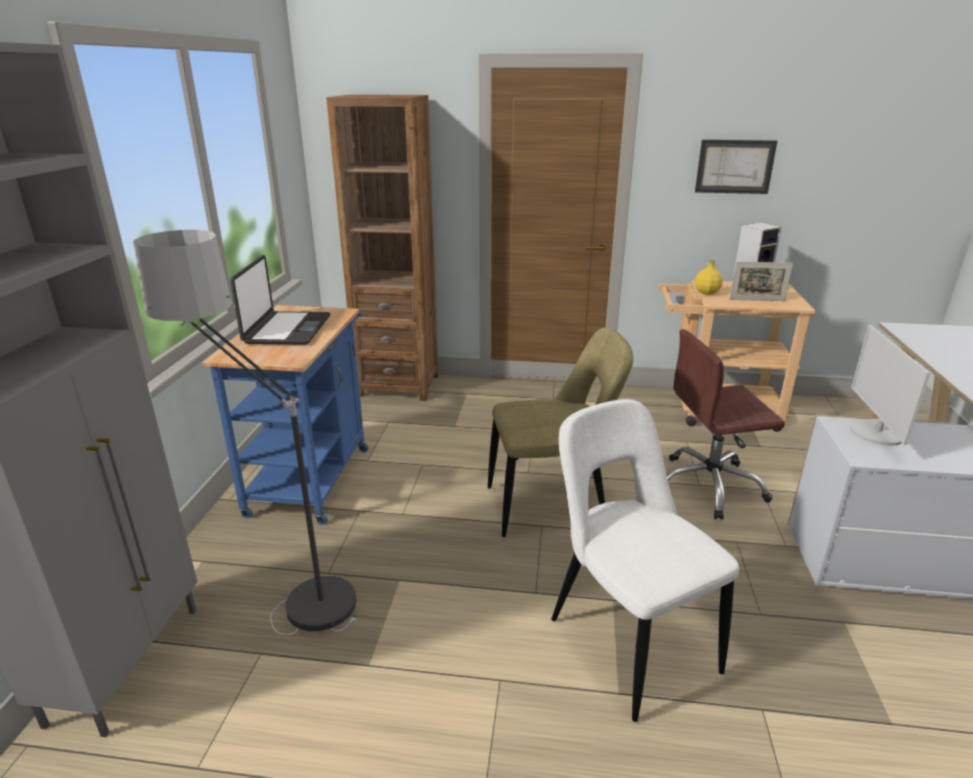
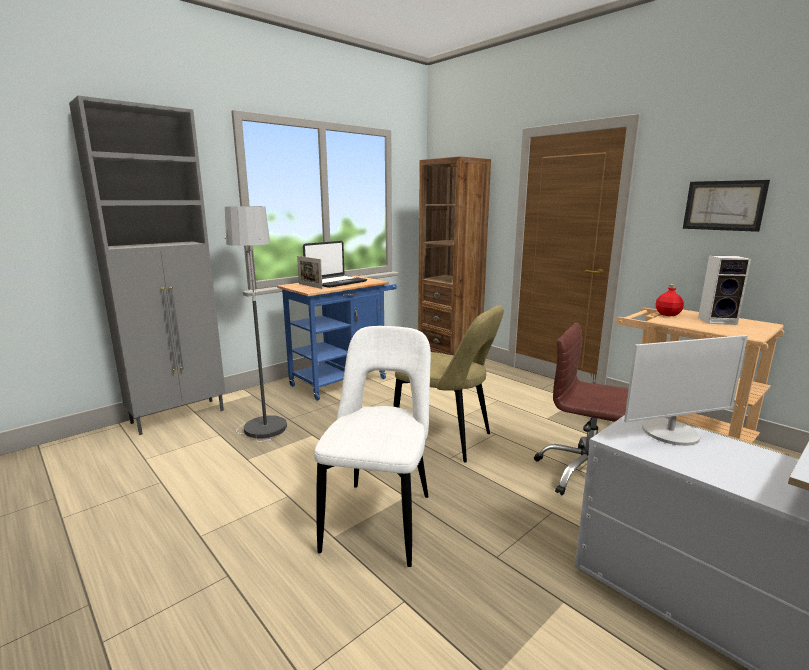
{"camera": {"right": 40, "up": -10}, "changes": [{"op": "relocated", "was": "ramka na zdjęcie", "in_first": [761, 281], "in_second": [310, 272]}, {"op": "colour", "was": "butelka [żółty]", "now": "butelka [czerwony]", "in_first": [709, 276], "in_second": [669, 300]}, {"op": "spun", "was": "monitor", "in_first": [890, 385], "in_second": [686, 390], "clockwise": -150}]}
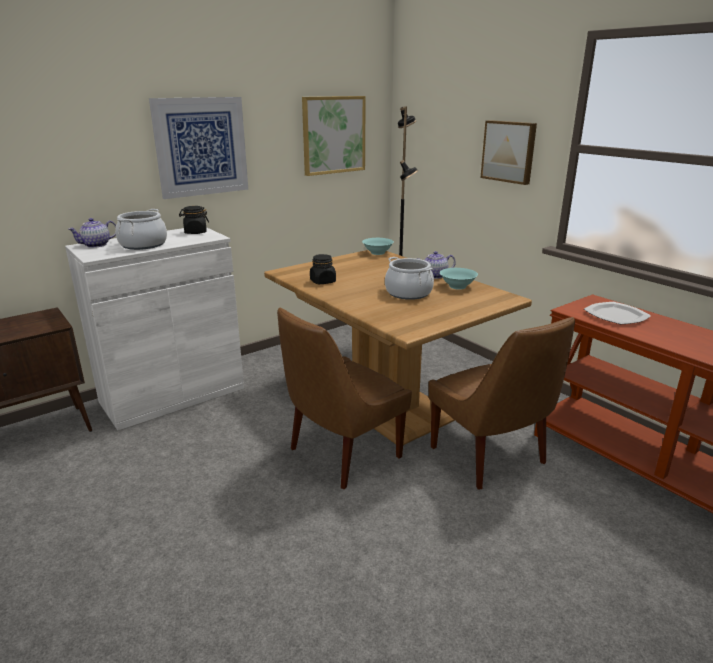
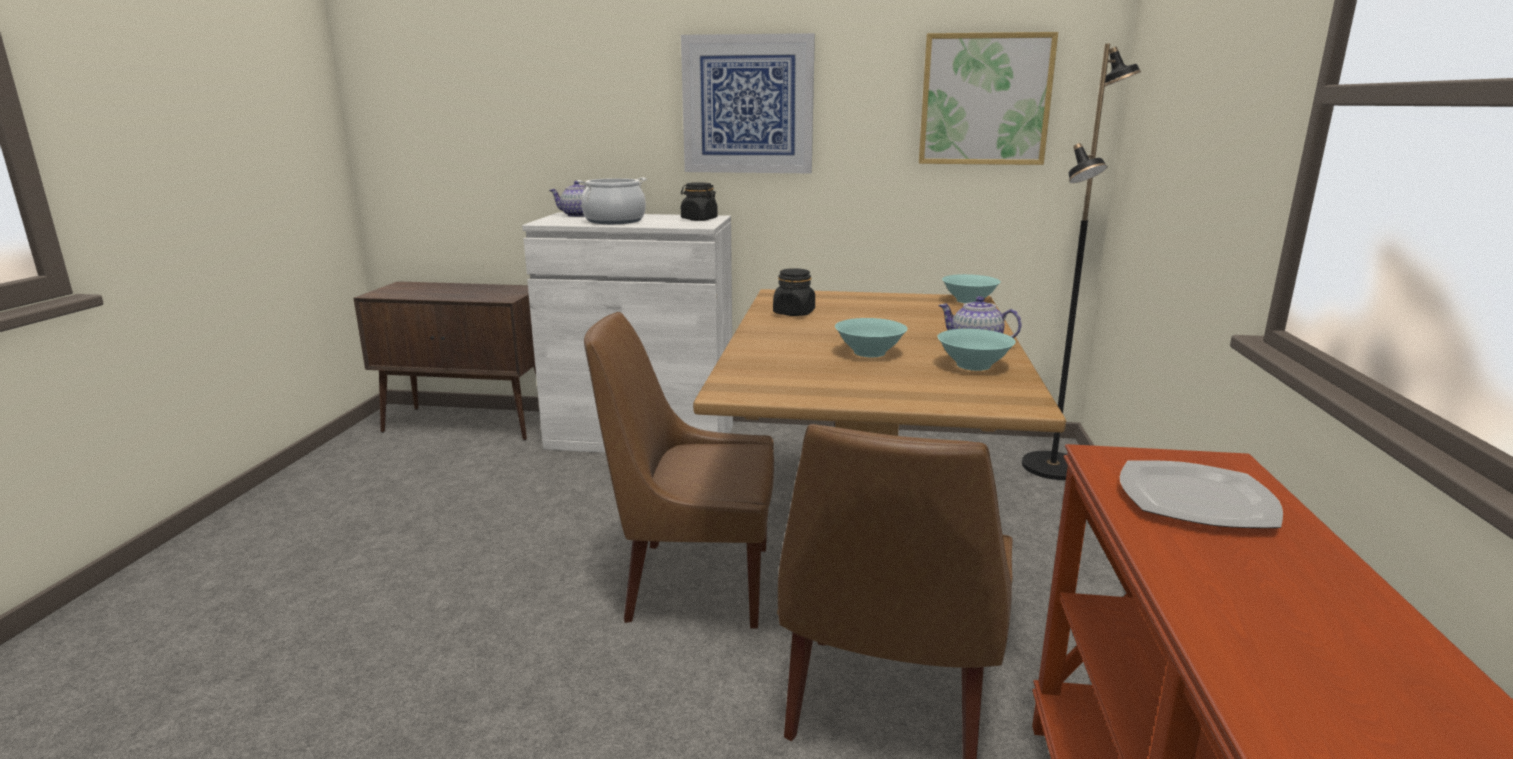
{"camera": {"right": 45, "up": -5}, "changes": [{"op": "missing", "was": "obraz", "in_first": [508, 152]}, {"op": "exchanged", "was": "garnek", "now": "miska [turkusowy]", "in_first": [409, 278], "in_second": [871, 337]}]}
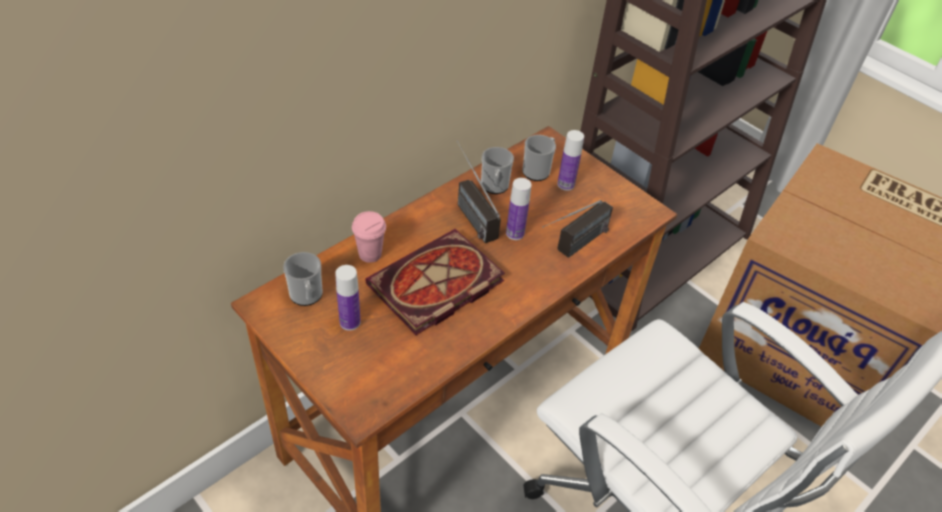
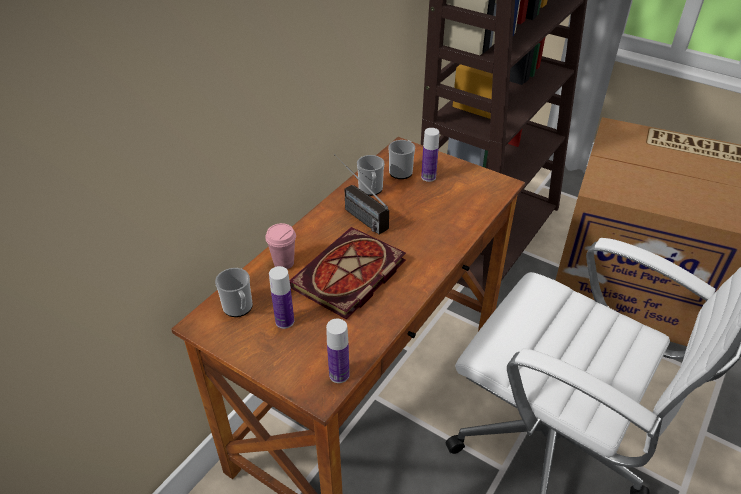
{"camera": {"right": -10, "up": -5}, "changes": [{"op": "missing", "was": "radio", "in_first": [577, 229]}, {"op": "relocated", "was": "butelka", "in_first": [519, 209], "in_second": [338, 351]}]}
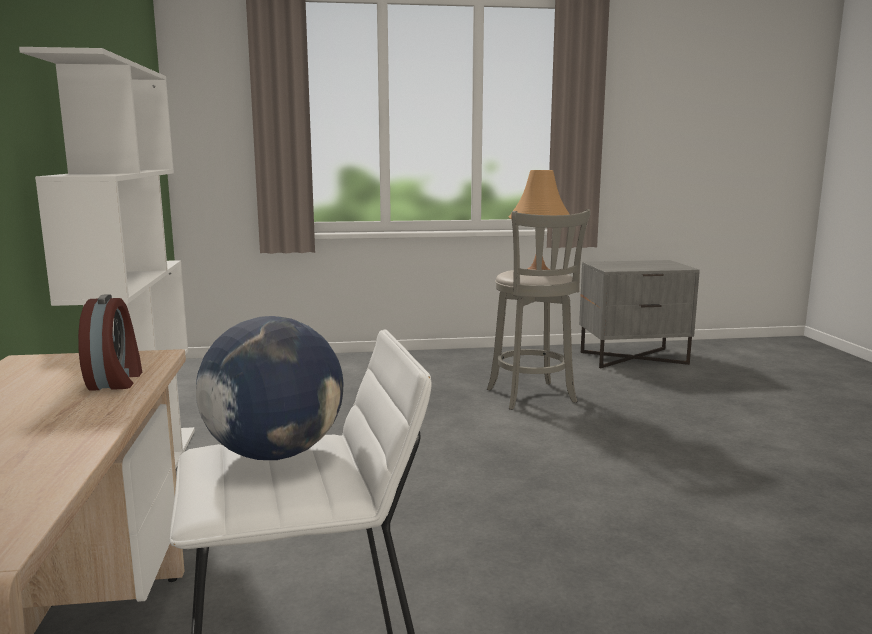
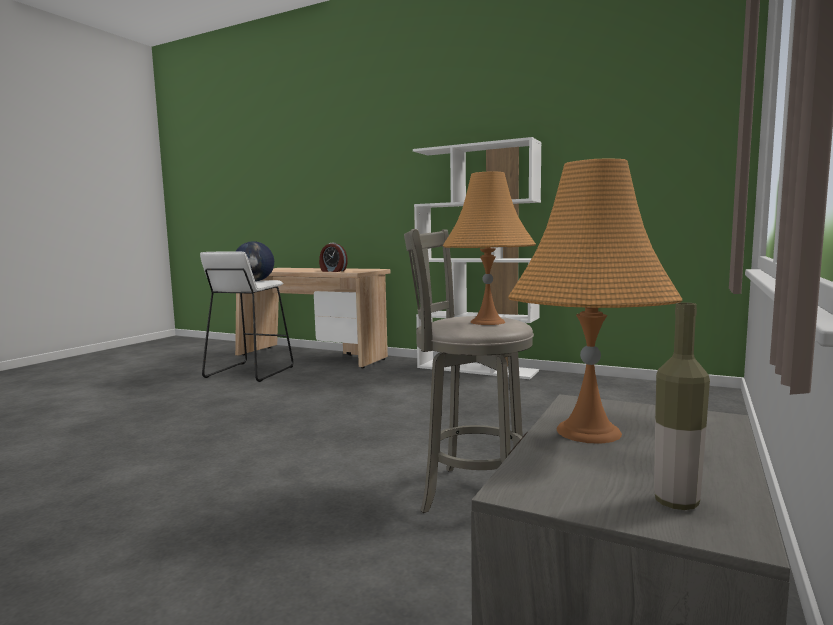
{"camera": {"right": 125, "up": -5}, "changes": [{"op": "appeared", "now": "lampa stołowa [pomarańczowy]", "in_second": [595, 301]}, {"op": "appeared", "now": "butelka", "in_second": [682, 406]}]}
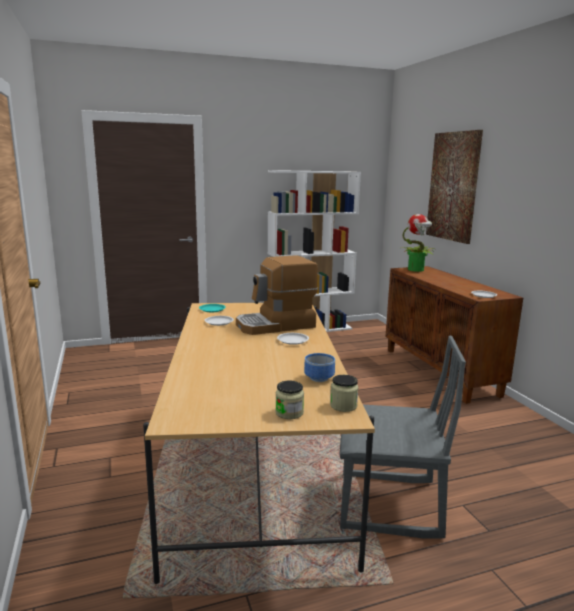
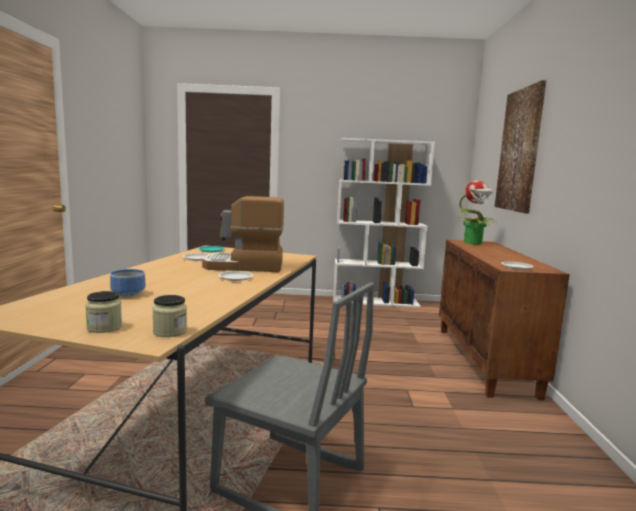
{"camera": {"right": 20, "up": -5}, "changes": [{"op": "relocated", "was": "miska", "in_first": [319, 367], "in_second": [128, 283]}]}
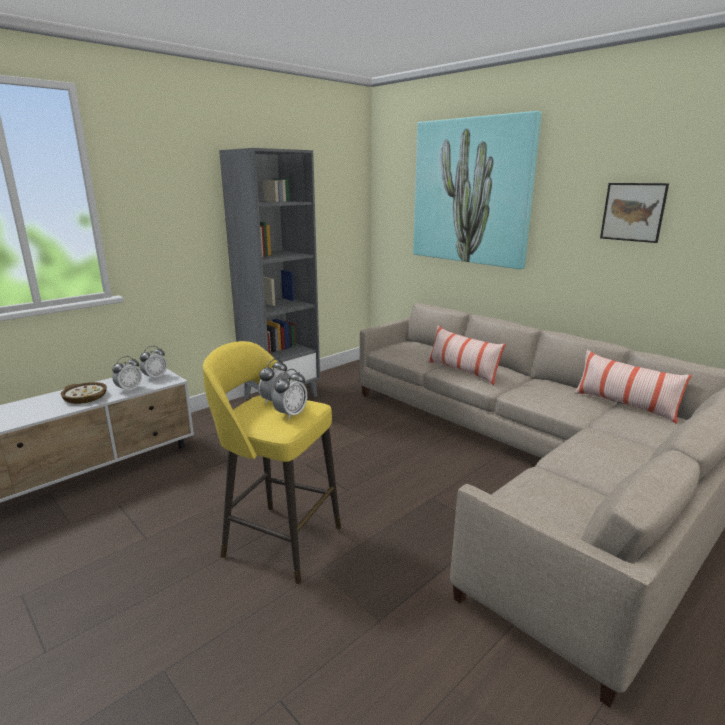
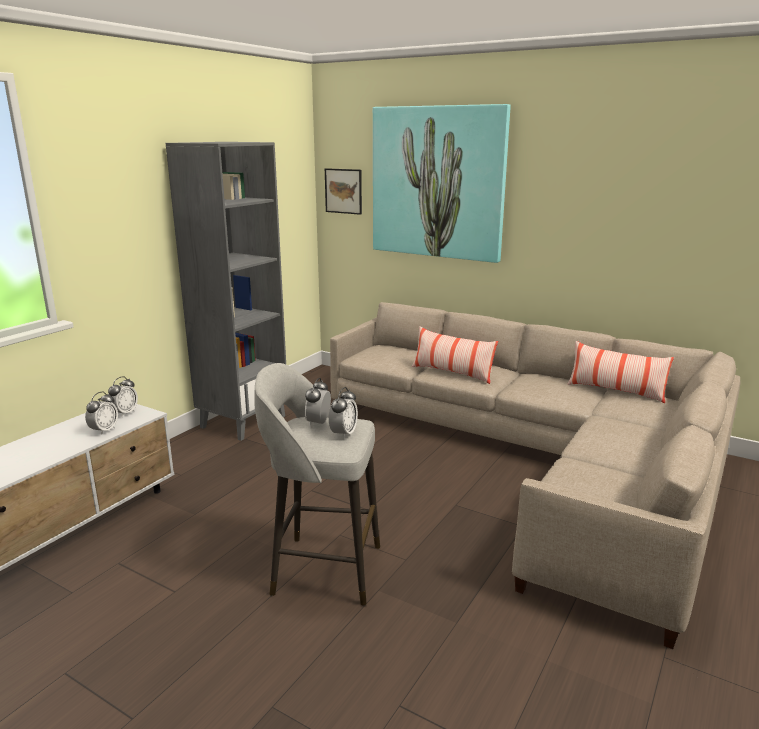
{"camera": {"right": -15, "up": 0}, "changes": [{"op": "missing", "was": "miska", "in_first": [83, 393]}, {"op": "relocated", "was": "obraz", "in_first": [634, 213], "in_second": [343, 191]}, {"op": "colour", "was": "stołek [żółty]", "now": "stołek [szary]", "in_first": [272, 462], "in_second": [317, 484]}]}
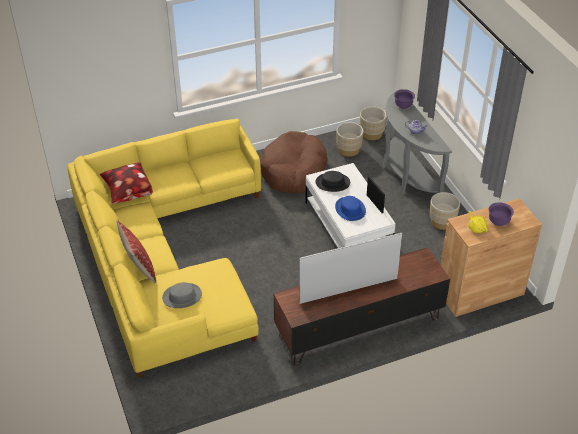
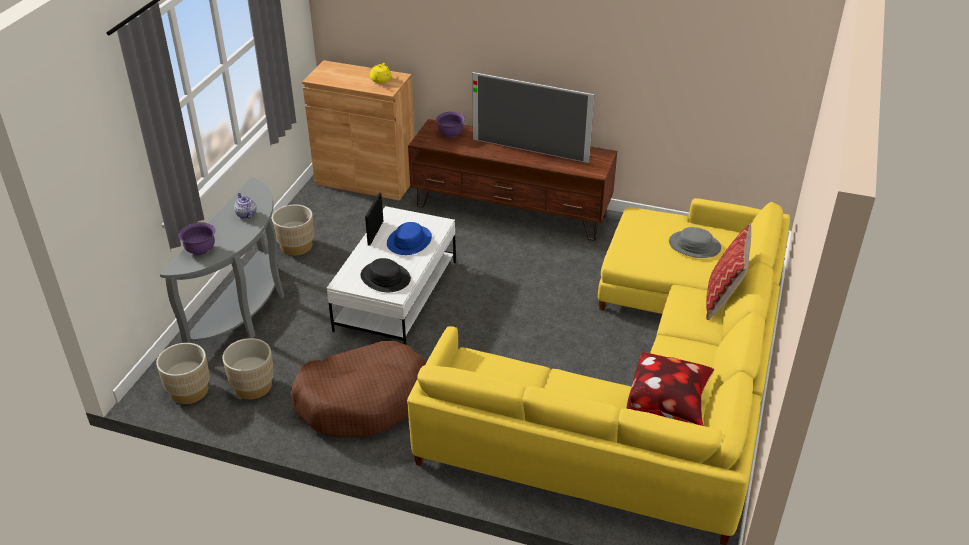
{"camera": {"right": -140, "up": -5}, "changes": [{"op": "relocated", "was": "miska [fioletowy]", "in_first": [501, 214], "in_second": [450, 125]}]}
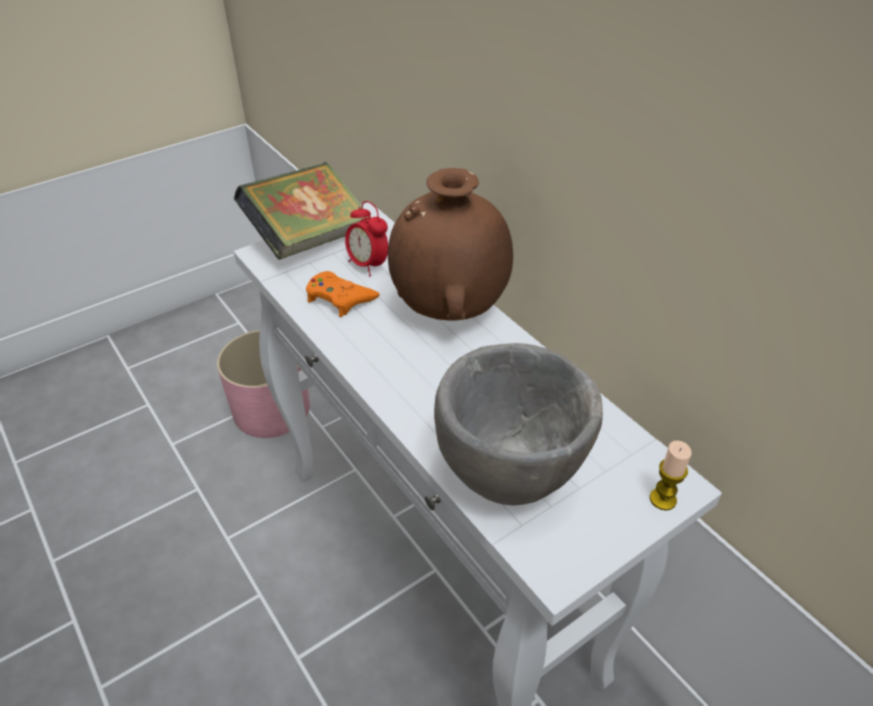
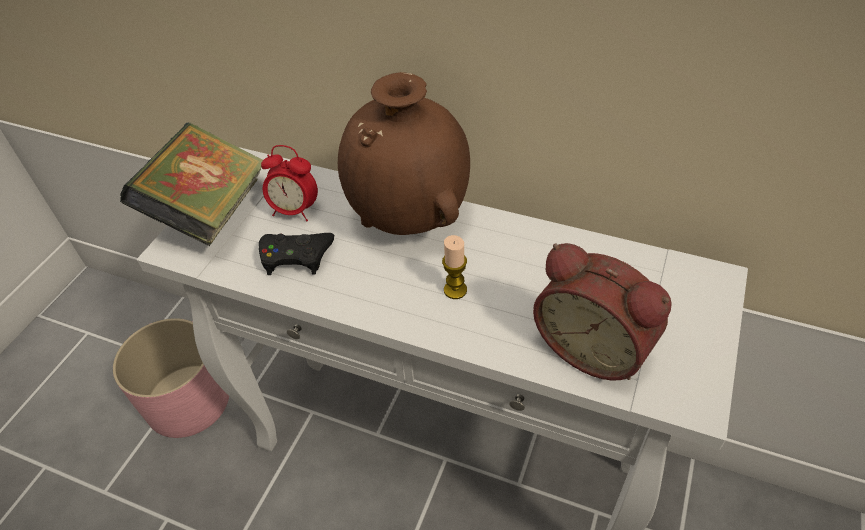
{"camera": {"right": -30, "up": 5}, "changes": [{"op": "relocated", "was": "świeca", "in_first": [671, 475], "in_second": [454, 267]}, {"op": "exchanged", "was": "miska [szary]", "now": "budzik", "in_first": [518, 424], "in_second": [602, 312]}, {"op": "colour", "was": "pad do gier [pomarańczowy]", "now": "pad do gier [czarny]", "in_first": [343, 294], "in_second": [296, 254]}]}
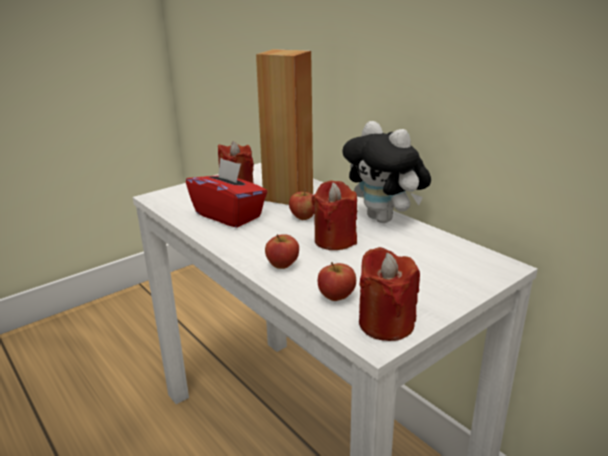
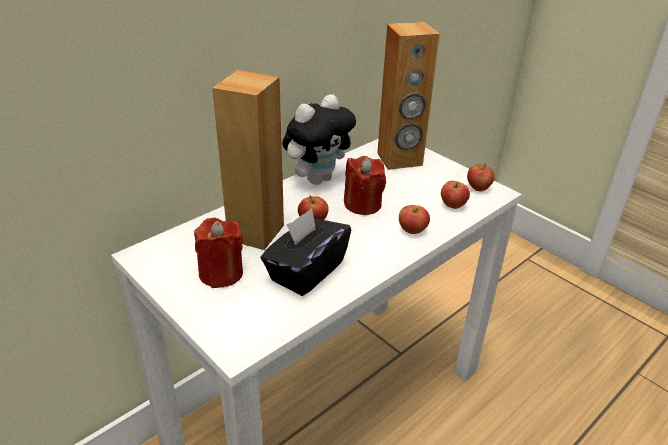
{"camera": {"right": -95, "up": 10}, "changes": [{"op": "appeared", "now": "głośnik [brązowy]", "in_second": [408, 96]}, {"op": "exchanged", "was": "świeca [czerwony]", "now": "jabłko", "in_first": [389, 294], "in_second": [480, 177]}, {"op": "colour", "was": "pudełko chusteczek [czerwony]", "now": "pudełko chusteczek [czarny]", "in_first": [226, 193], "in_second": [306, 252]}]}
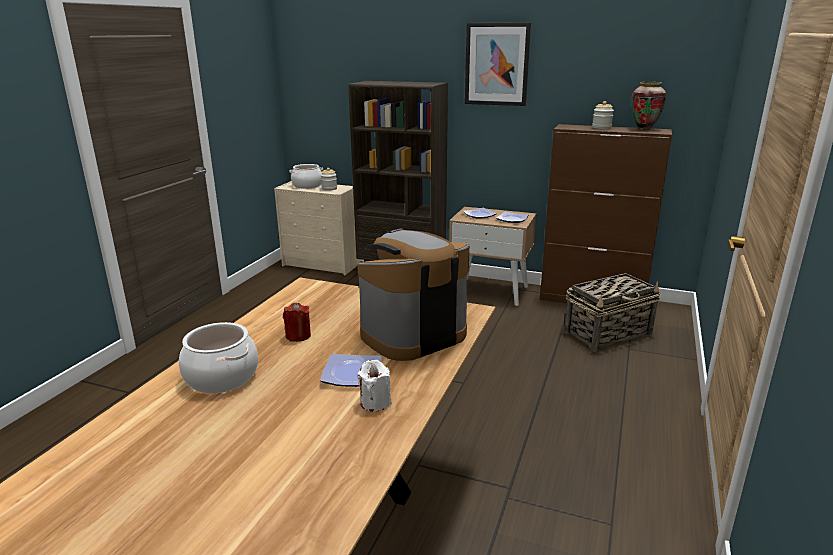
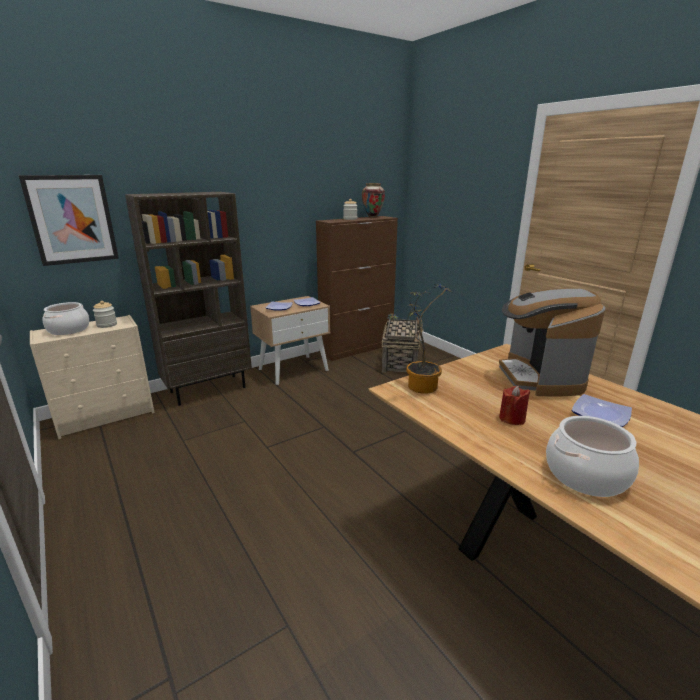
{"camera": {"right": -55, "up": 0}, "changes": [{"op": "missing", "was": "świeca [biały]", "in_first": [374, 386]}, {"op": "appeared", "now": "roślina doniczkowa", "in_second": [420, 339]}, {"op": "relocated", "was": "obraz", "in_first": [498, 64], "in_second": [69, 220]}]}
